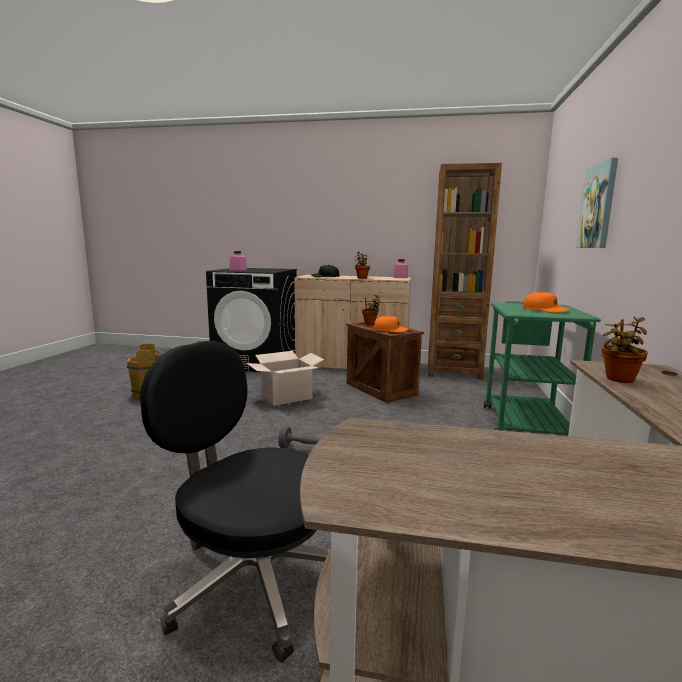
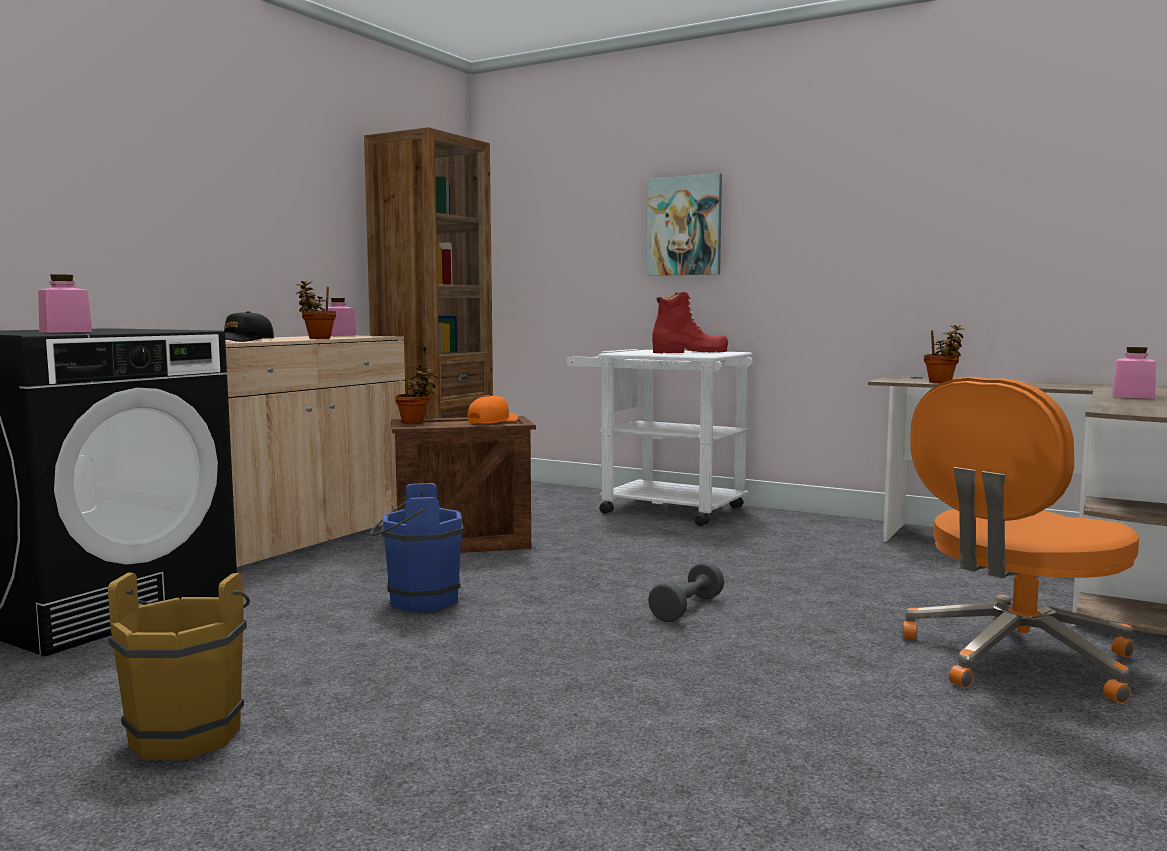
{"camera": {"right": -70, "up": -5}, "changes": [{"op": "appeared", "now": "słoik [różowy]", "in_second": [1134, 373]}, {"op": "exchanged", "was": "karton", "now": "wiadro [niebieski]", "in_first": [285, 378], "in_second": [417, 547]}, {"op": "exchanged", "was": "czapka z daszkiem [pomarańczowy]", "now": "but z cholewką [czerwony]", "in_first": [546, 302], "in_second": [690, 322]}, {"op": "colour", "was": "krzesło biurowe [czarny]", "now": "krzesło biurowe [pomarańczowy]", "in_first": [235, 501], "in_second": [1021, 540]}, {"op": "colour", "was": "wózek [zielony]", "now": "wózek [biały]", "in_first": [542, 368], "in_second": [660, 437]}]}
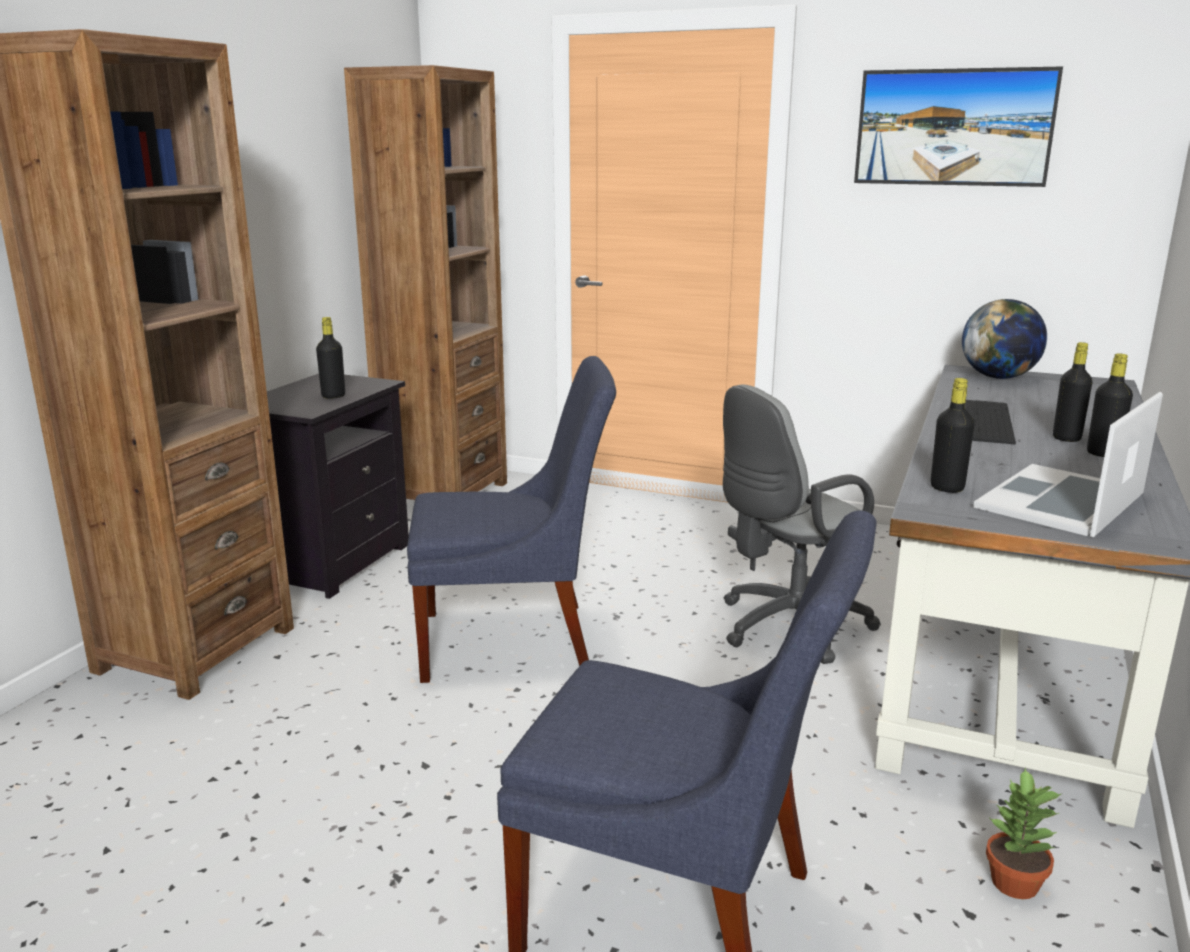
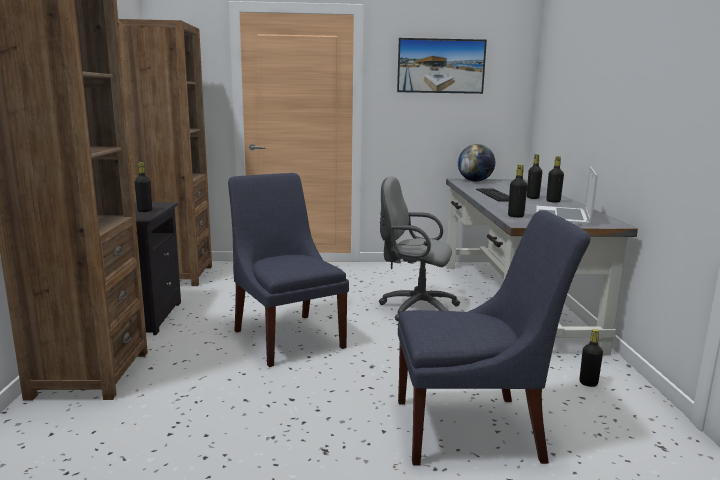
{"camera": {"right": -25, "up": -5}, "changes": [{"op": "exchanged", "was": "roślina doniczkowa", "now": "butelka [czarny]", "in_first": [1024, 833], "in_second": [591, 358]}, {"op": "spun", "was": "krzesło [niebieski]", "in_first": [511, 519], "in_second": [288, 270], "clockwise": -90}, {"op": "spun", "was": "krzesło biurowe [szary]", "in_first": [802, 524], "in_second": [419, 248], "clockwise": 75}]}
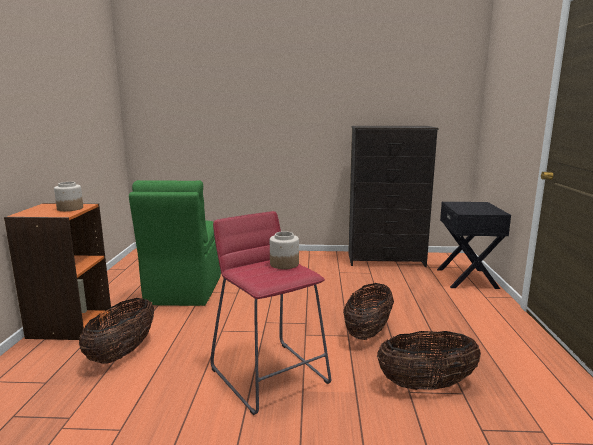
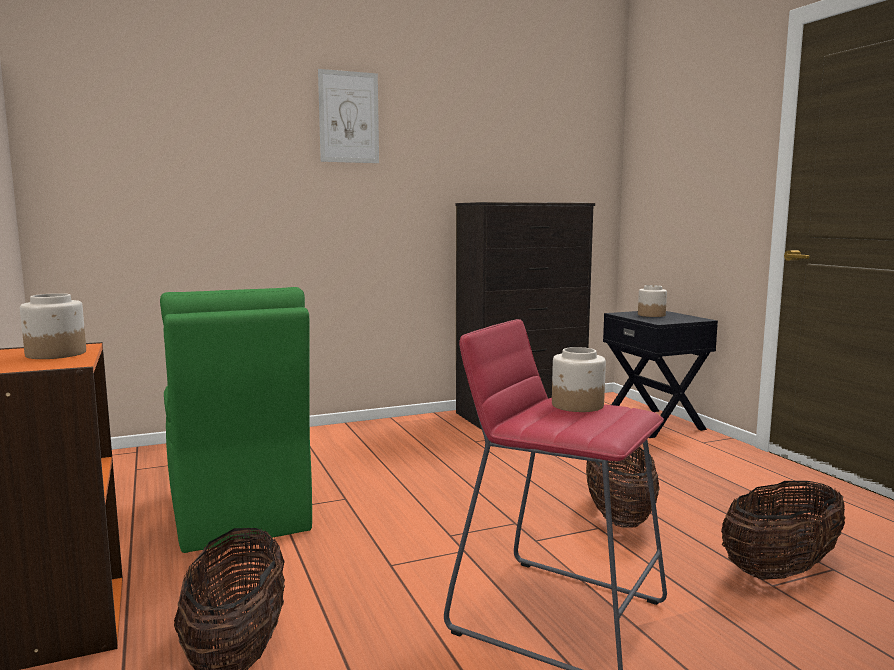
{"camera": {"right": -25, "up": -5}, "changes": [{"op": "appeared", "now": "obraz", "in_second": [348, 116]}, {"op": "appeared", "now": "słoik", "in_second": [652, 301]}]}
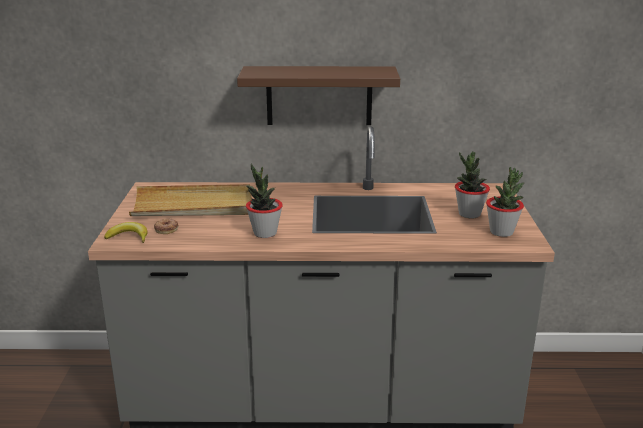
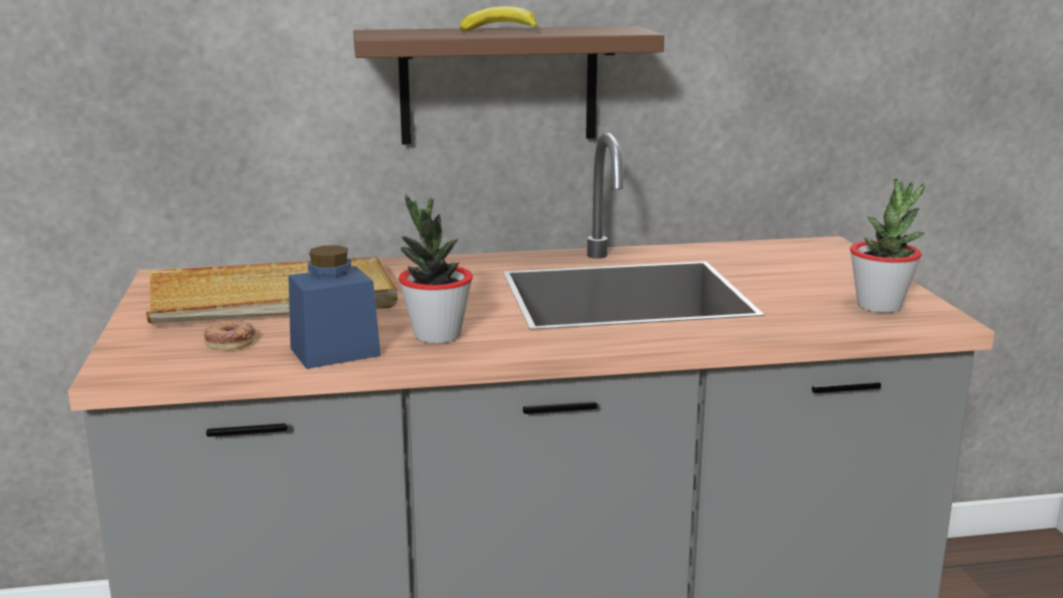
{"camera": {"right": -10, "up": -5}, "changes": [{"op": "missing", "was": "roślina doniczkowa", "in_first": [472, 185]}, {"op": "appeared", "now": "słoik [niebieski]", "in_second": [334, 307]}, {"op": "relocated", "was": "banan", "in_first": [126, 232], "in_second": [499, 19]}]}
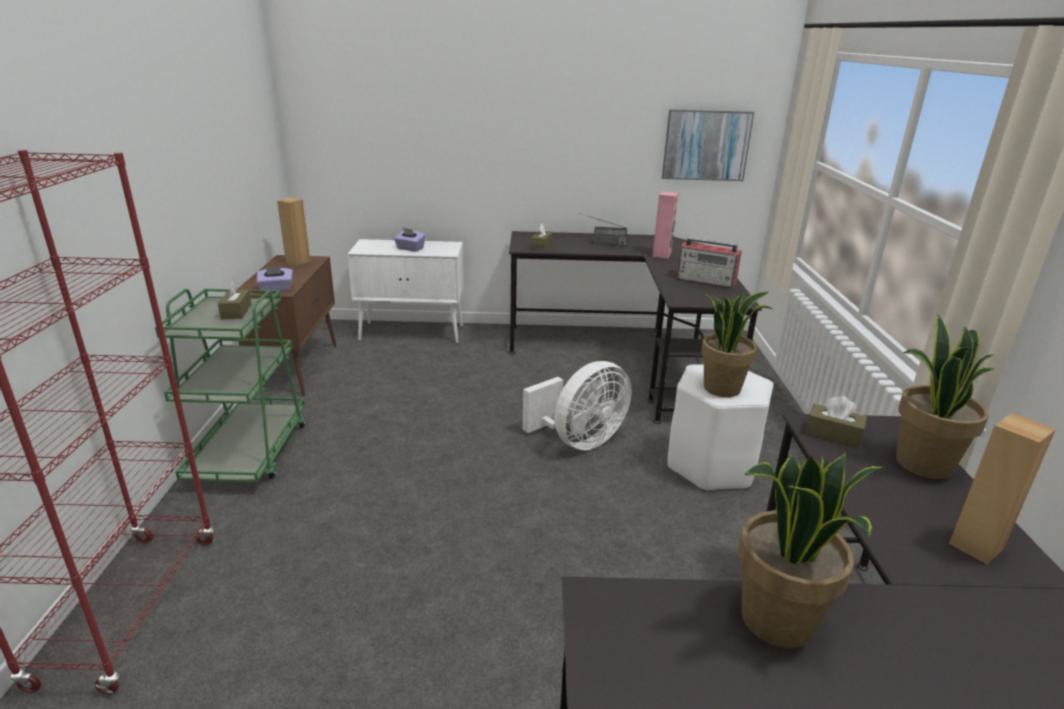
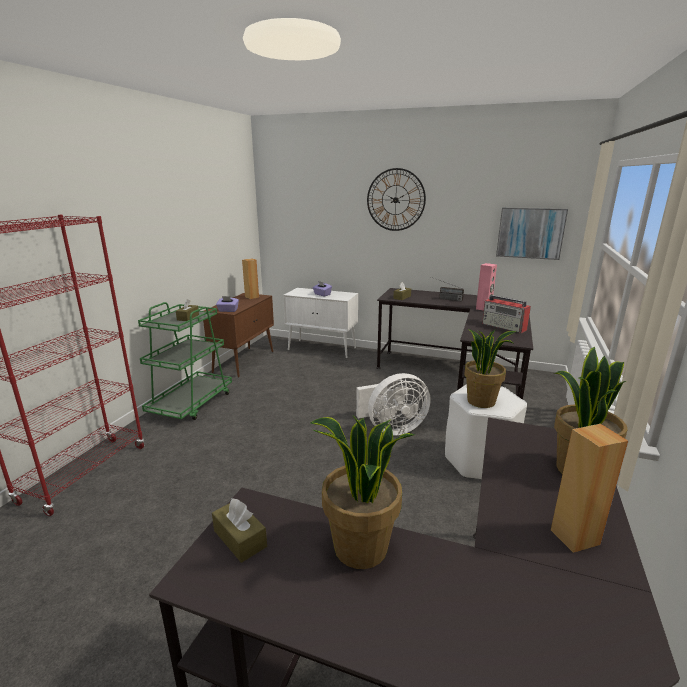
{"camera": {"right": 20, "up": -5}, "changes": [{"op": "appeared", "now": "zegar ścienny", "in_second": [396, 199]}, {"op": "relocated", "was": "pudełko chusteczek [brązowy]", "in_first": [836, 422], "in_second": [239, 530]}]}
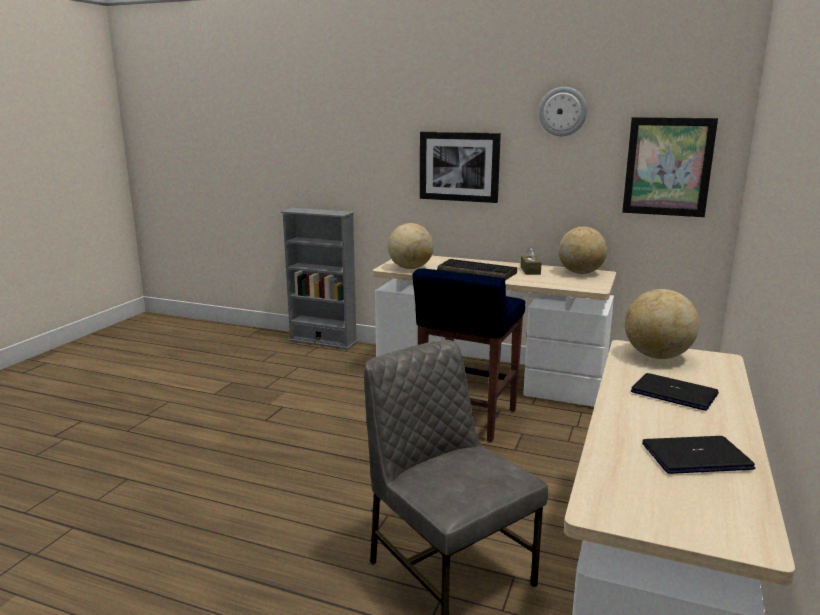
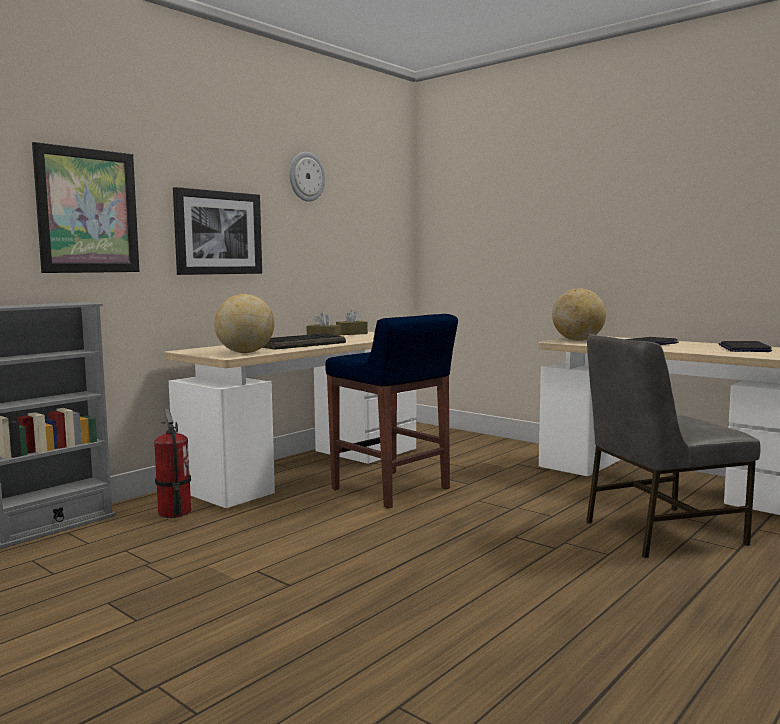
{"camera": {"right": -70, "up": -10}, "changes": [{"op": "appeared", "now": "gaśnica", "in_second": [172, 463]}, {"op": "relocated", "was": "obraz", "in_first": [670, 167], "in_second": [86, 207]}, {"op": "exchanged", "was": "globus", "now": "pudełko chusteczek [brązowy]", "in_first": [583, 250], "in_second": [352, 322]}]}
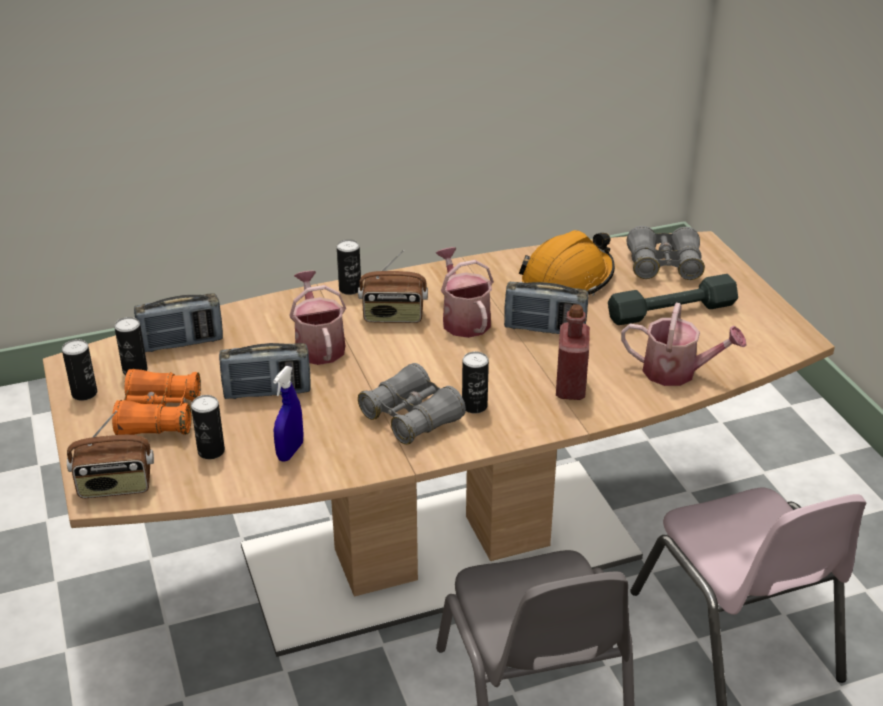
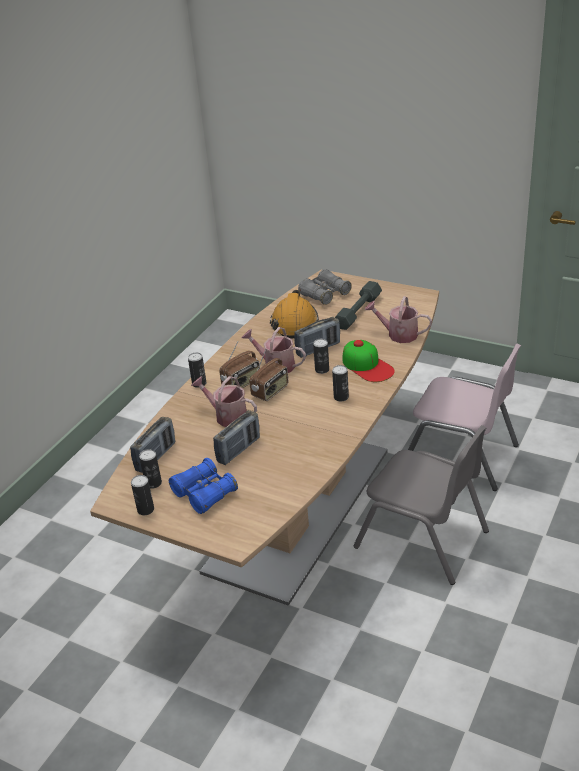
{"camera": {"right": -40, "up": 0}, "changes": [{"op": "missing", "was": "spryskiwacz [niebieski]", "in_first": [288, 414]}, {"op": "missing", "was": "lornetka [szary]", "in_first": [412, 404]}, {"op": "relocated", "was": "radio", "in_first": [110, 454], "in_second": [268, 375]}, {"op": "relocated", "was": "puszka", "in_first": [208, 427], "in_second": [321, 356]}, {"op": "exchanged", "was": "butelka [czerwony]", "now": "czapka z daszkiem", "in_first": [573, 352], "in_second": [369, 361]}, {"op": "colour", "was": "lornetka [pomarańczowy]", "now": "lornetka [niebieski]", "in_first": [156, 402], "in_second": [203, 486]}, {"op": "spun", "was": "konewka", "in_first": [684, 344], "in_second": [398, 319], "clockwise": -135}]}
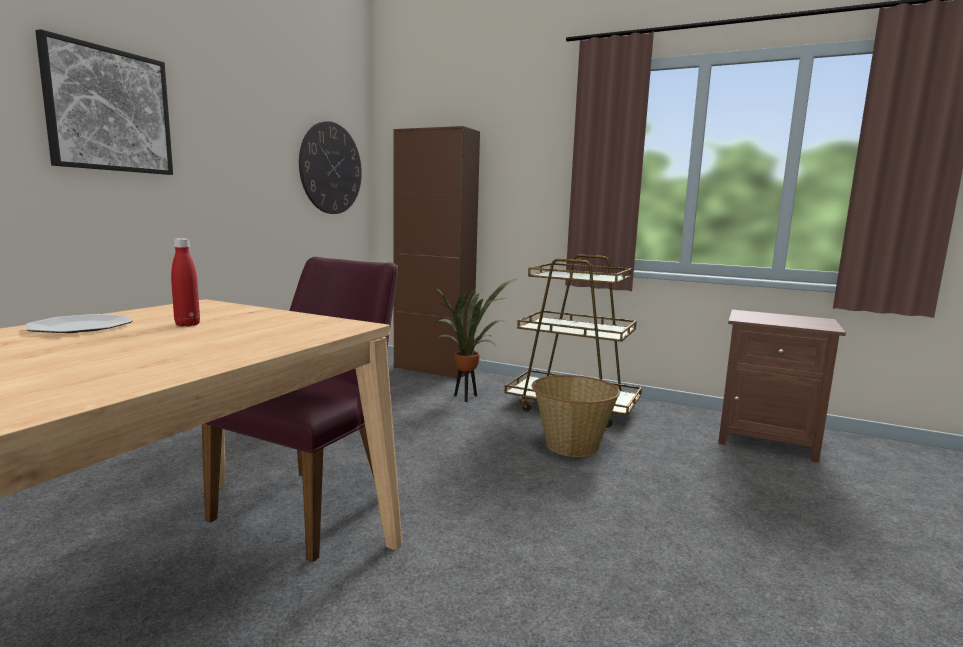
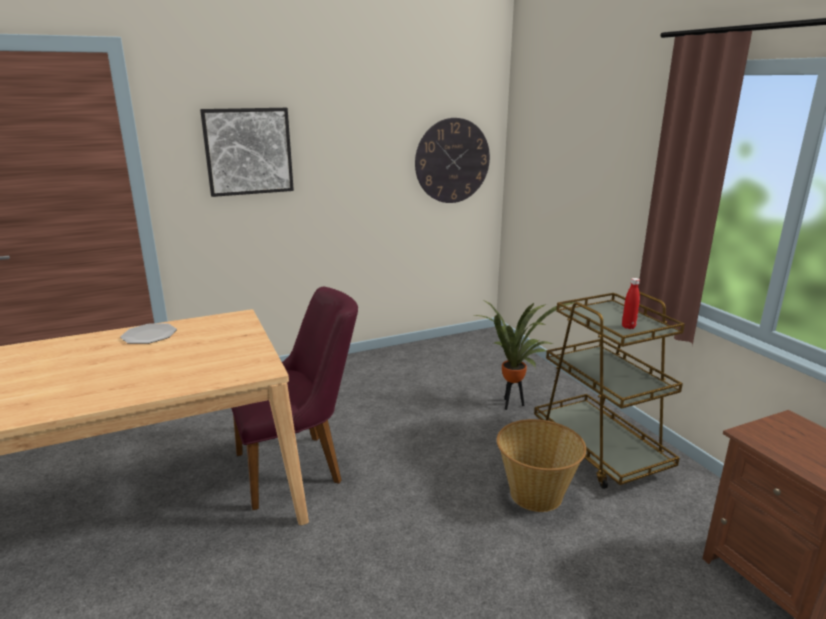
{"camera": {"right": 40, "up": 10}, "changes": [{"op": "missing", "was": "szafka [brązowy]", "in_first": [436, 252]}, {"op": "relocated", "was": "butelka [czerwony]", "in_first": [185, 282], "in_second": [631, 303]}]}
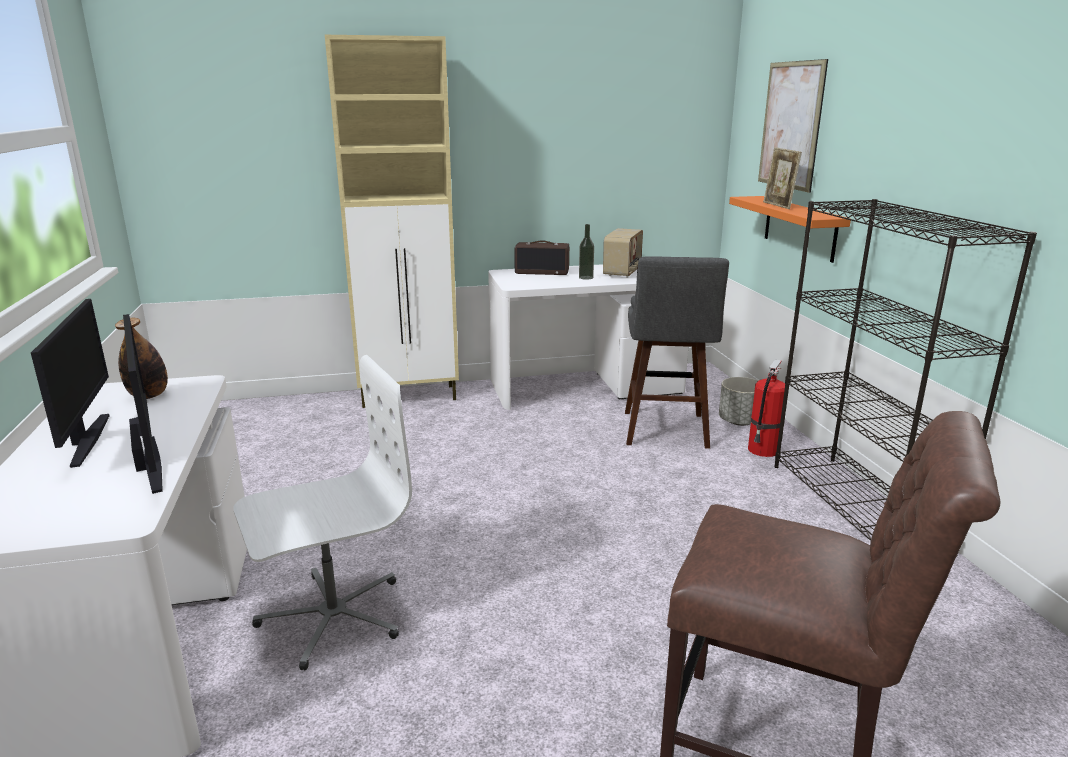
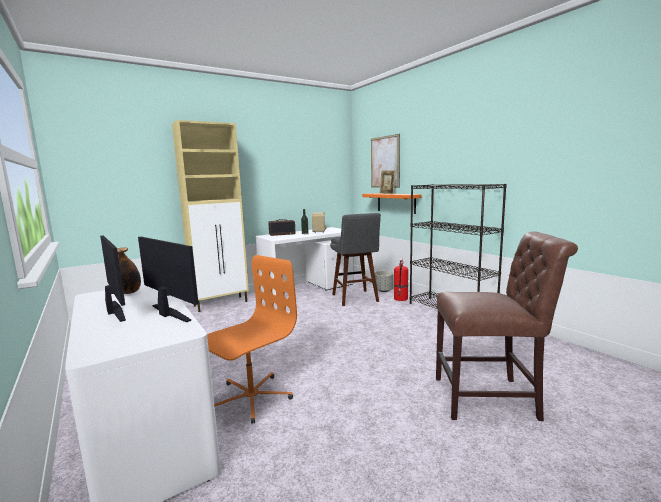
{"camera": {"right": -20, "up": -10}, "changes": [{"op": "colour", "was": "krzesło biurowe [biały]", "now": "krzesło biurowe [pomarańczowy]", "in_first": [322, 513], "in_second": [252, 339]}]}
